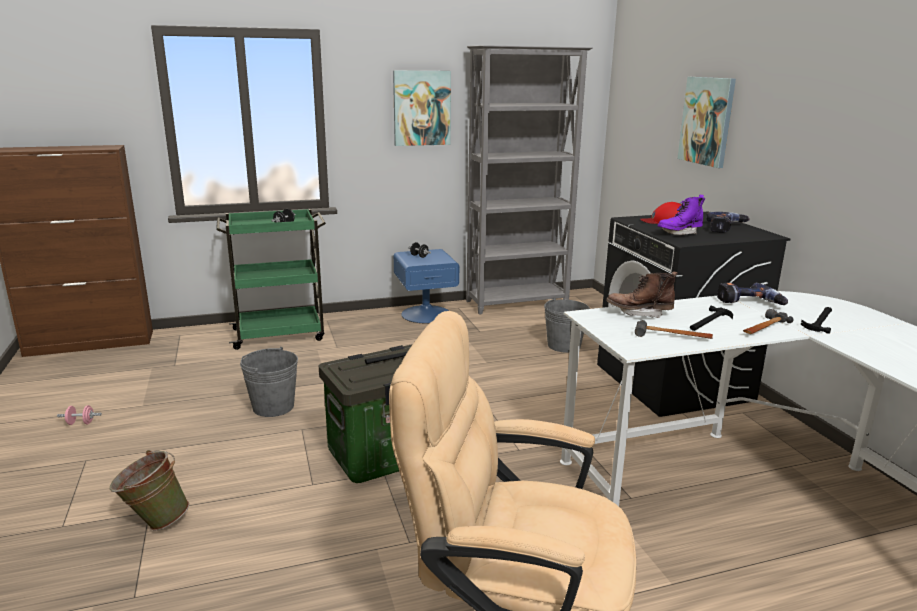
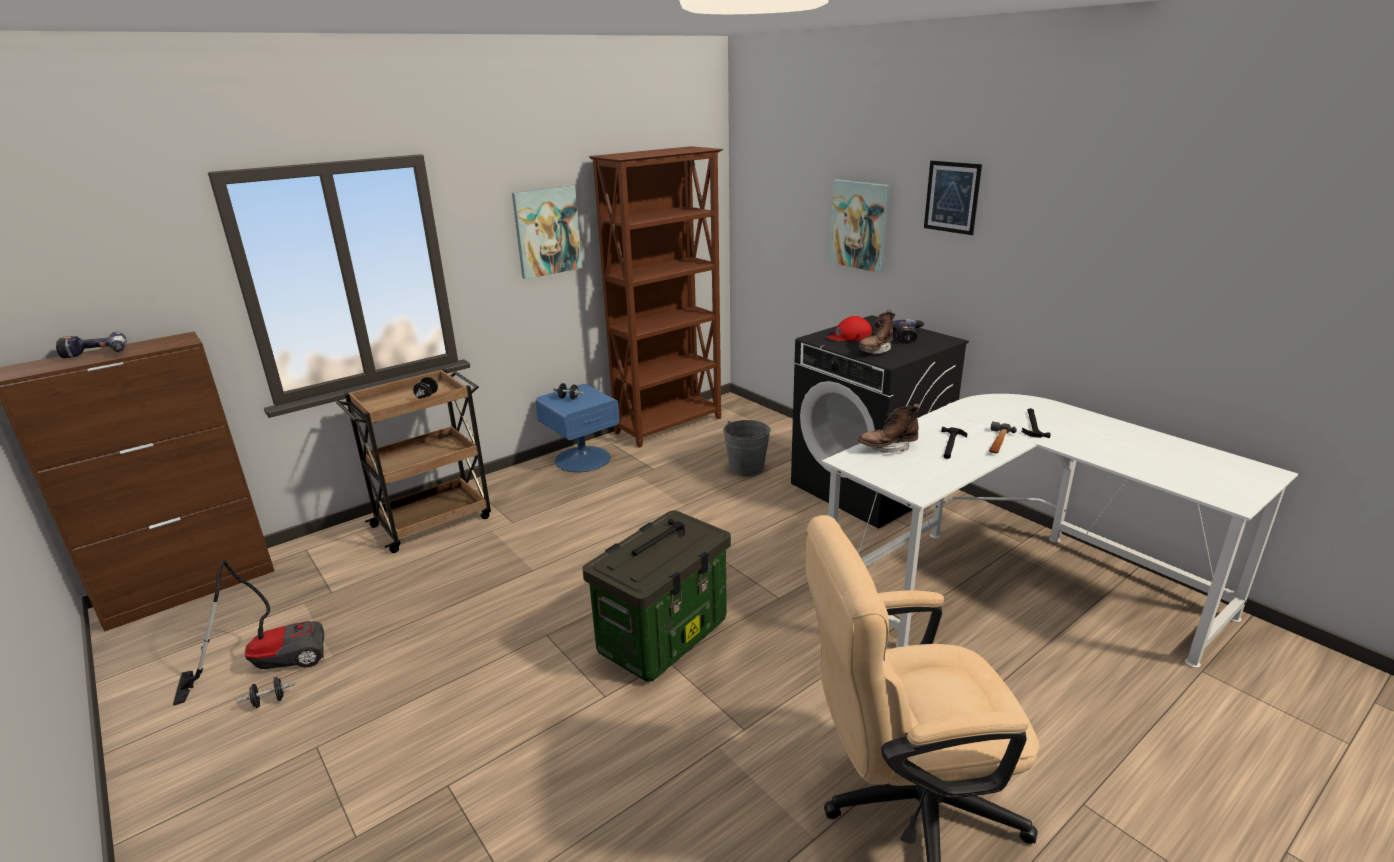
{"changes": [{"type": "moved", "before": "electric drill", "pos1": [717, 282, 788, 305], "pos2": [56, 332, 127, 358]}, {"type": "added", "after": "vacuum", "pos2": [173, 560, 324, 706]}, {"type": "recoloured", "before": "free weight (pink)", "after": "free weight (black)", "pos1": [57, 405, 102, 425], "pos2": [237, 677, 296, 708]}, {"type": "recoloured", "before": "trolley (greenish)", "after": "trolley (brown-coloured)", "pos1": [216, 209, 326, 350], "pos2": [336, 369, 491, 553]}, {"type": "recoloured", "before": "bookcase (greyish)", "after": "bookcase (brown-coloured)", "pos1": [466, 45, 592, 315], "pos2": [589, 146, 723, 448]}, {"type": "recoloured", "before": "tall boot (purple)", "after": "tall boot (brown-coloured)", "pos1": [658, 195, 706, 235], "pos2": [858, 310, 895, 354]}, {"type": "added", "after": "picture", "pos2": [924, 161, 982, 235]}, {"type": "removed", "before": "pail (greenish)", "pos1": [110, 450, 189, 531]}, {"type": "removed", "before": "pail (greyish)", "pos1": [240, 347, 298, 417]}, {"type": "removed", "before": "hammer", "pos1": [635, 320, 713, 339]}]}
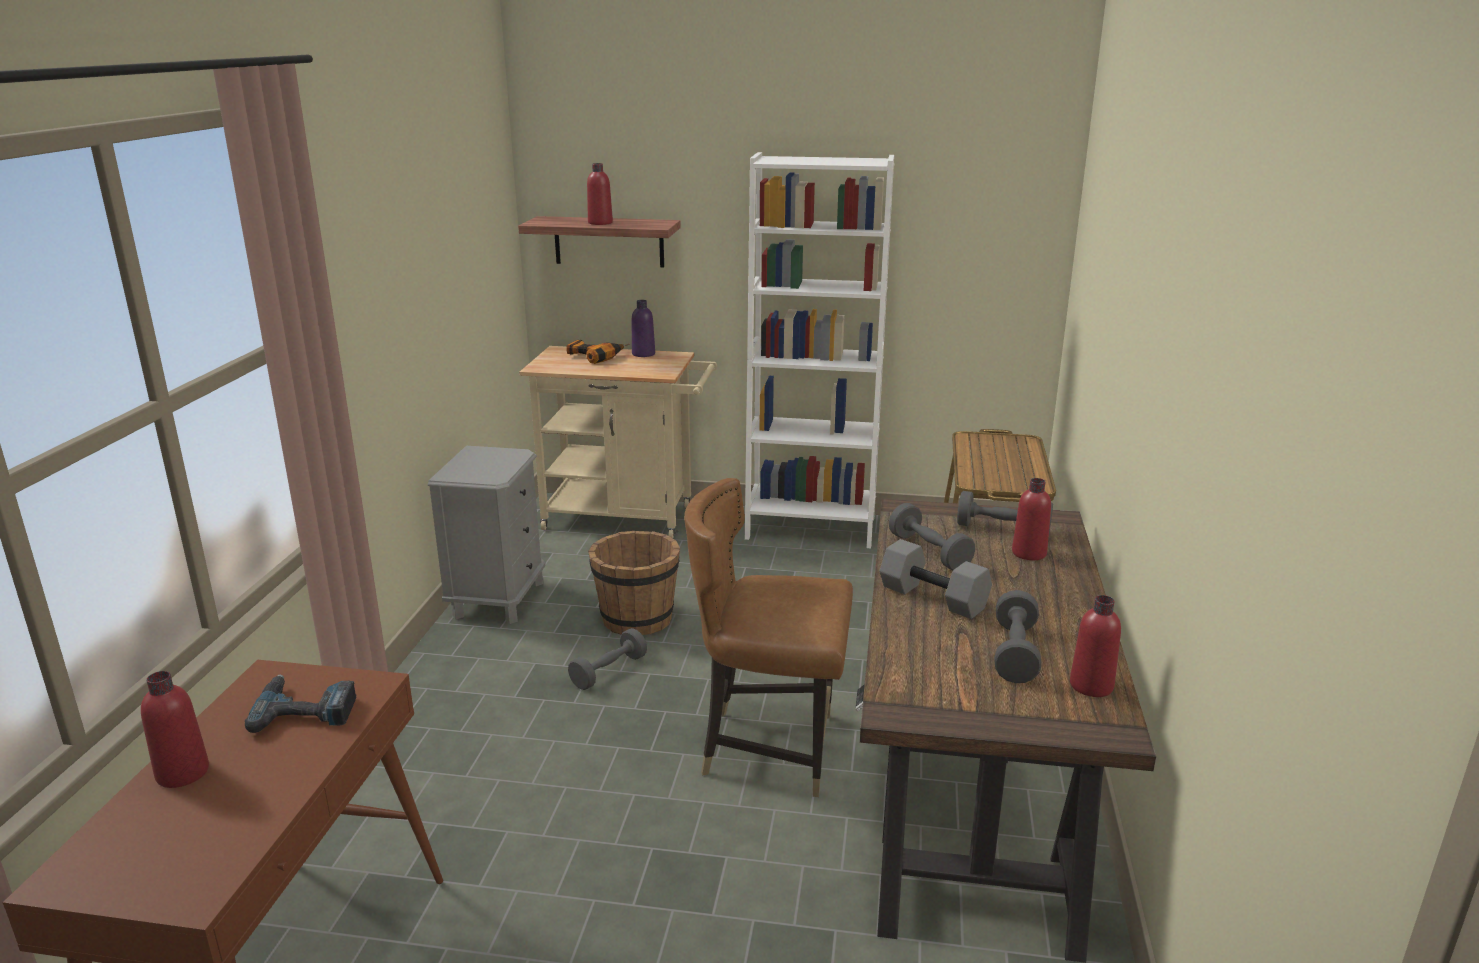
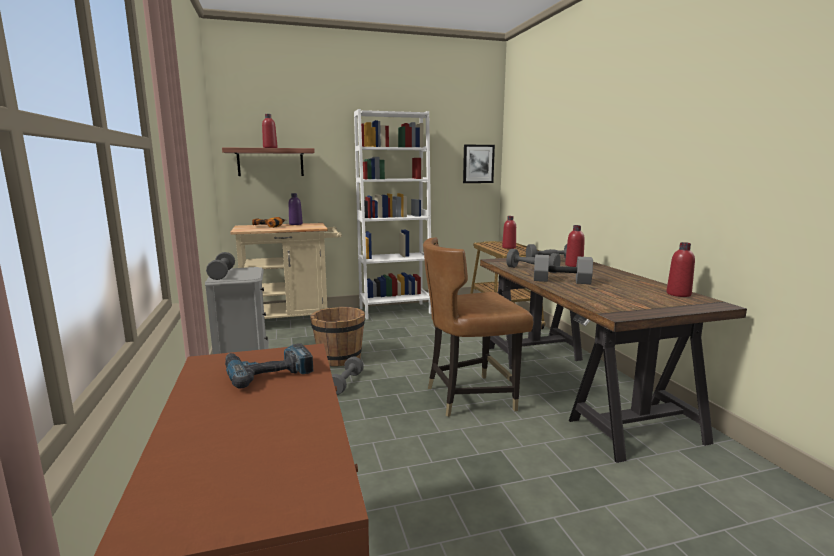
{"changes": [{"type": "moved", "before": "free weight (greyish)", "pos1": [994, 590, 1041, 683], "pos2": [206, 252, 235, 280]}, {"type": "added", "after": "picture", "pos2": [463, 145, 495, 183]}, {"type": "moved", "before": "drink bottle (reddish)", "pos1": [141, 671, 209, 788], "pos2": [502, 216, 516, 249]}]}
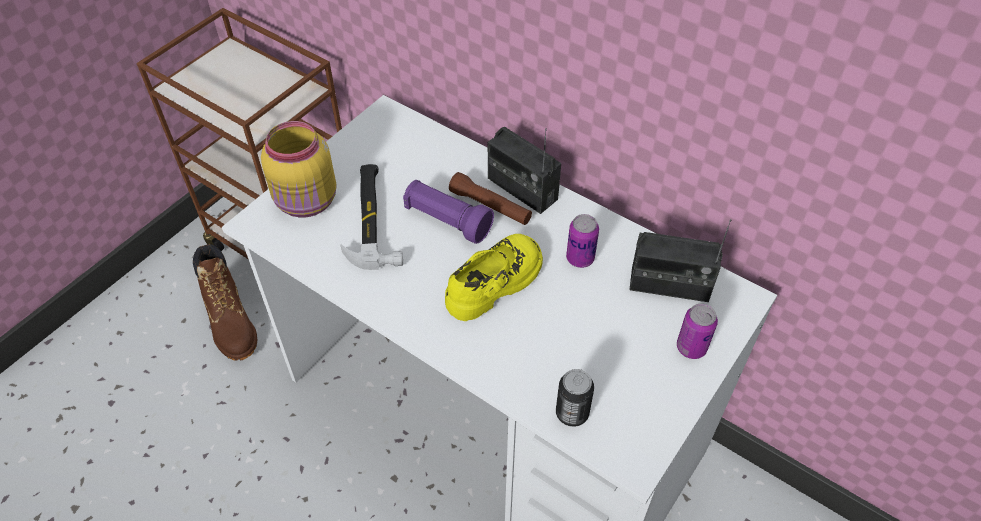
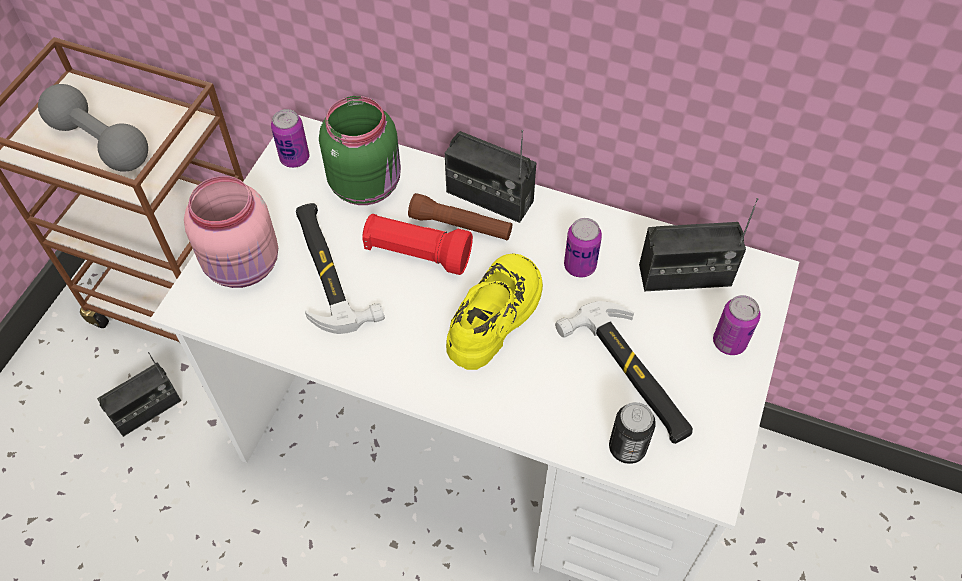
{"changes": [{"type": "added", "after": "free weight (greyish)", "pos2": [38, 84, 148, 172]}, {"type": "replaced", "before": "tall boot (brown-coloured)", "after": "radio receiver", "pos1": [193, 244, 257, 361], "pos2": [97, 352, 181, 437]}, {"type": "recoloured", "before": "preserve jar (yellow)", "after": "preserve jar (pink)", "pos1": [261, 121, 337, 217], "pos2": [184, 176, 278, 288]}, {"type": "added", "after": "metal can", "pos2": [271, 109, 309, 168]}, {"type": "added", "after": "preserve jar (greenish)", "pos2": [319, 96, 401, 205]}, {"type": "recoloured", "before": "flashlight (purple)", "after": "flashlight (reddish)", "pos1": [403, 180, 494, 244], "pos2": [362, 214, 473, 275]}, {"type": "added", "after": "hammer", "pos2": [555, 301, 693, 444]}]}
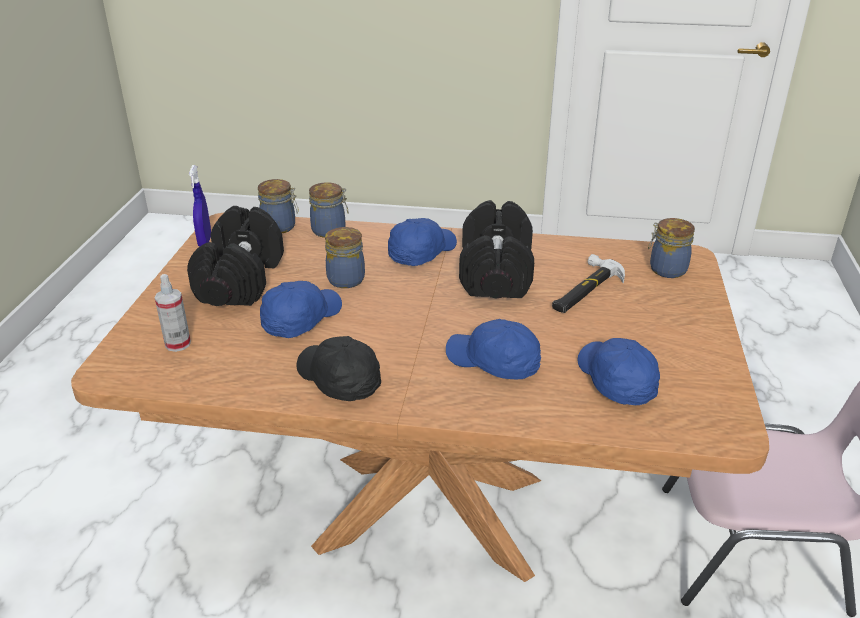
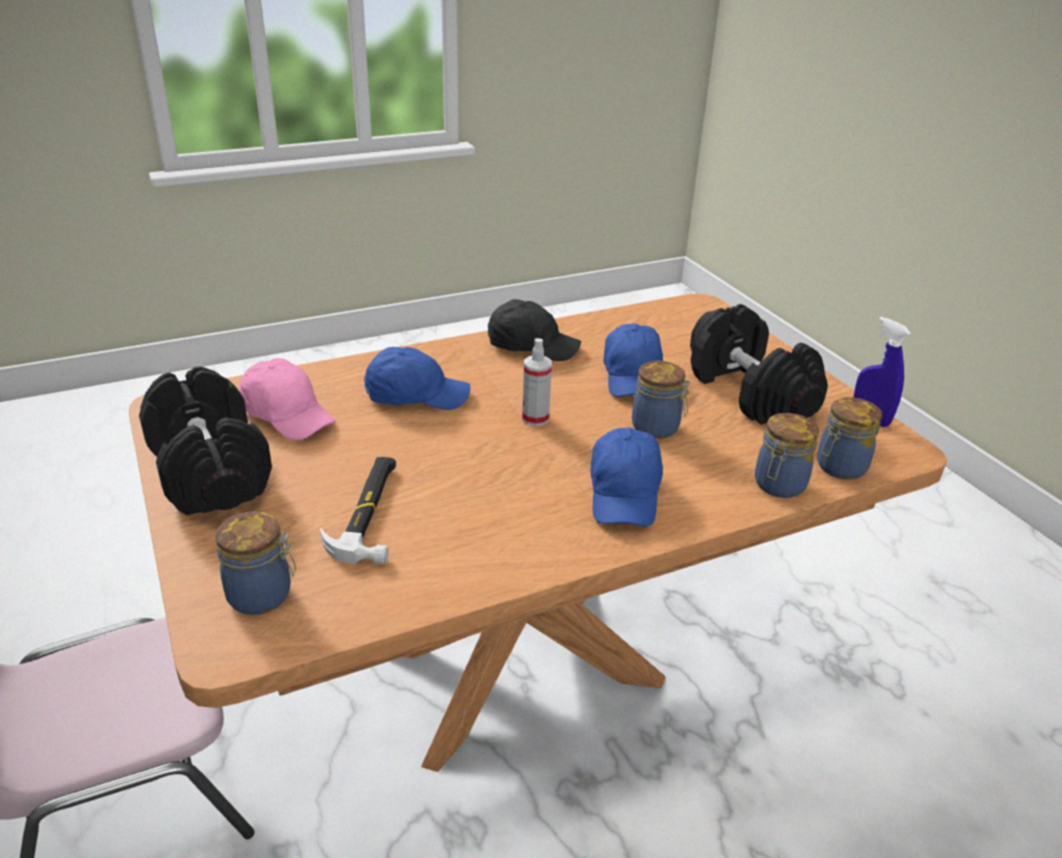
{"changes": [{"type": "moved", "before": "free weight (black)", "pos1": [459, 200, 534, 298], "pos2": [139, 366, 272, 515]}, {"type": "recoloured", "before": "baseball cap (blue-coloured)", "after": "baseball cap (pink)", "pos1": [577, 338, 660, 405], "pos2": [239, 358, 336, 441]}, {"type": "moved", "before": "hand sprayer", "pos1": [155, 274, 191, 352], "pos2": [522, 338, 552, 426]}]}
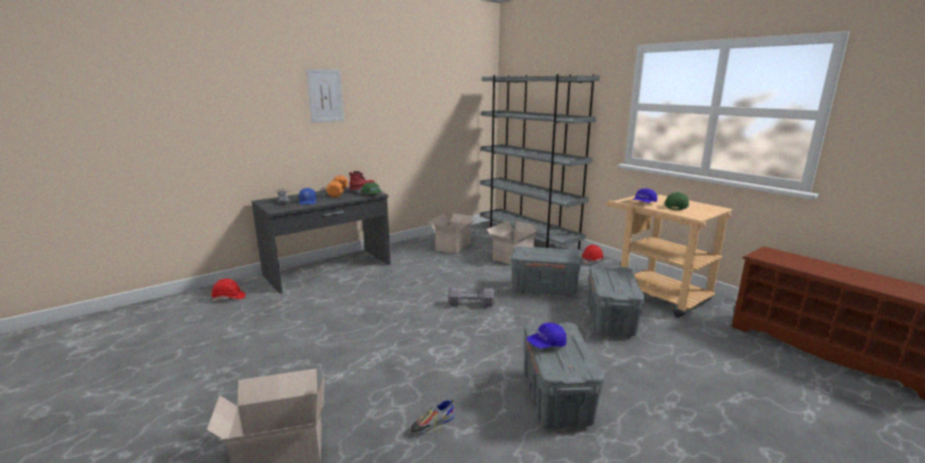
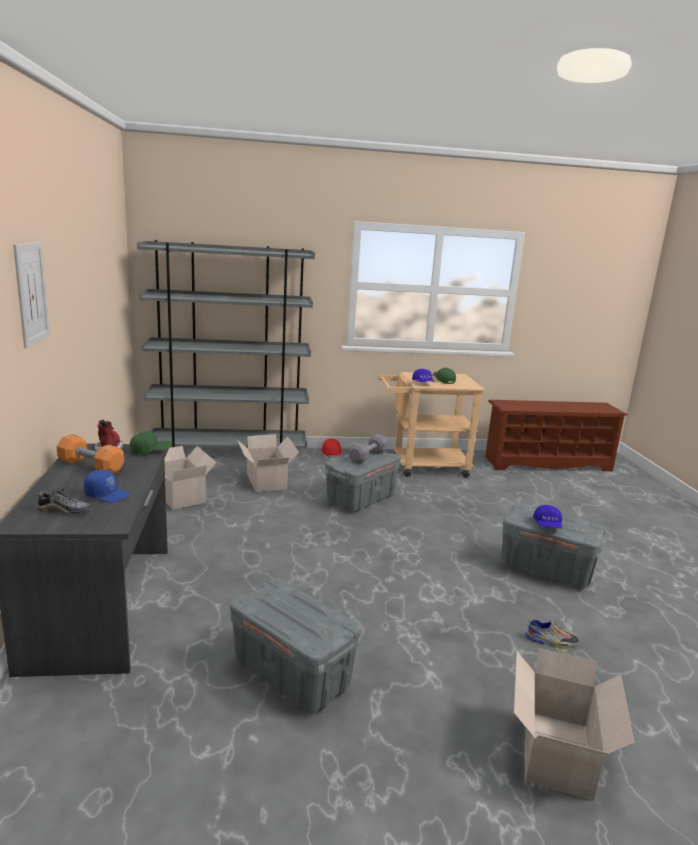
{"changes": [{"type": "moved", "before": "storage container (greyish)", "pos1": [588, 265, 645, 338], "pos2": [230, 578, 361, 713]}, {"type": "moved", "before": "free weight (greyish)", "pos1": [448, 287, 495, 307], "pos2": [349, 434, 388, 464]}, {"type": "turned", "before": "item of footwear", "pos1": [410, 399, 455, 435], "pos2": [526, 620, 579, 652], "turn": -75}, {"type": "removed", "before": "safety helmet (reddish)", "pos1": [211, 279, 245, 301]}]}
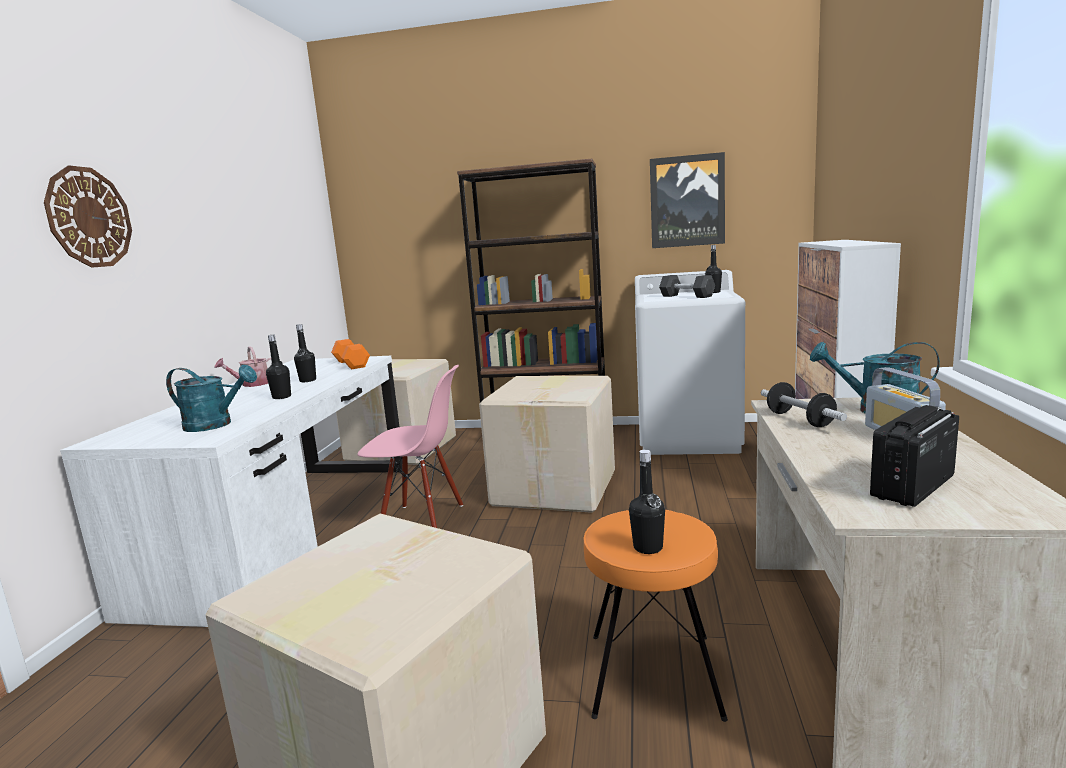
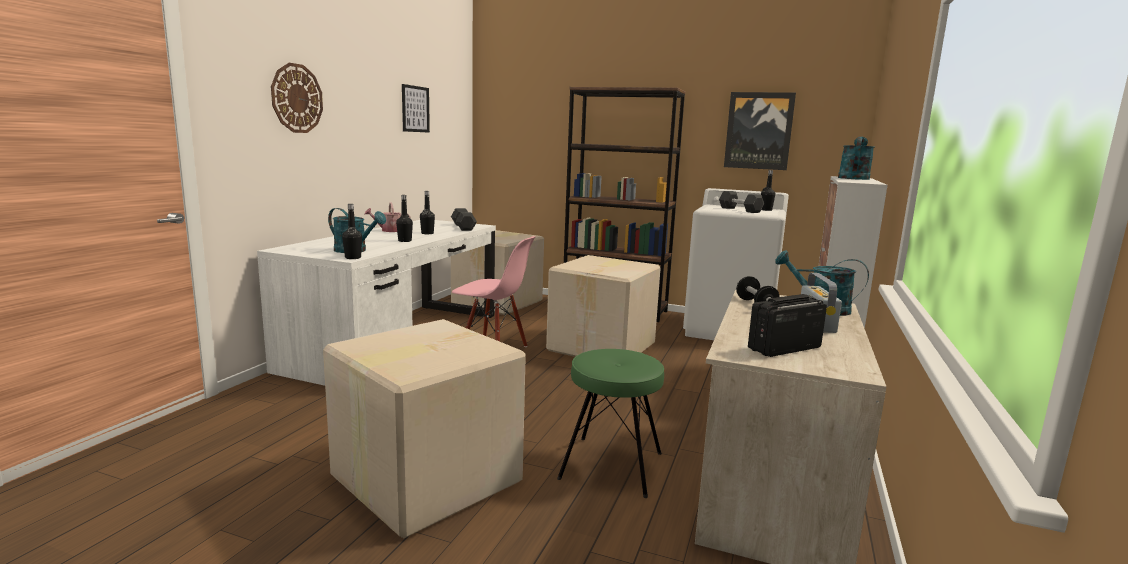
{"changes": [{"type": "moved", "before": "drink bottle (black)", "pos1": [629, 450, 665, 554], "pos2": [342, 204, 362, 259]}, {"type": "added", "after": "picture", "pos2": [402, 84, 430, 133]}, {"type": "recoloured", "before": "free weight (orange)", "after": "free weight (greyish)", "pos1": [331, 339, 370, 369], "pos2": [451, 208, 477, 231]}, {"type": "recoloured", "before": "sitting stool (orange)", "after": "sitting stool (greenish)", "pos1": [583, 510, 728, 722], "pos2": [557, 349, 664, 498]}, {"type": "added", "after": "watering can (turquoise-coloured)", "pos2": [838, 136, 875, 180]}]}
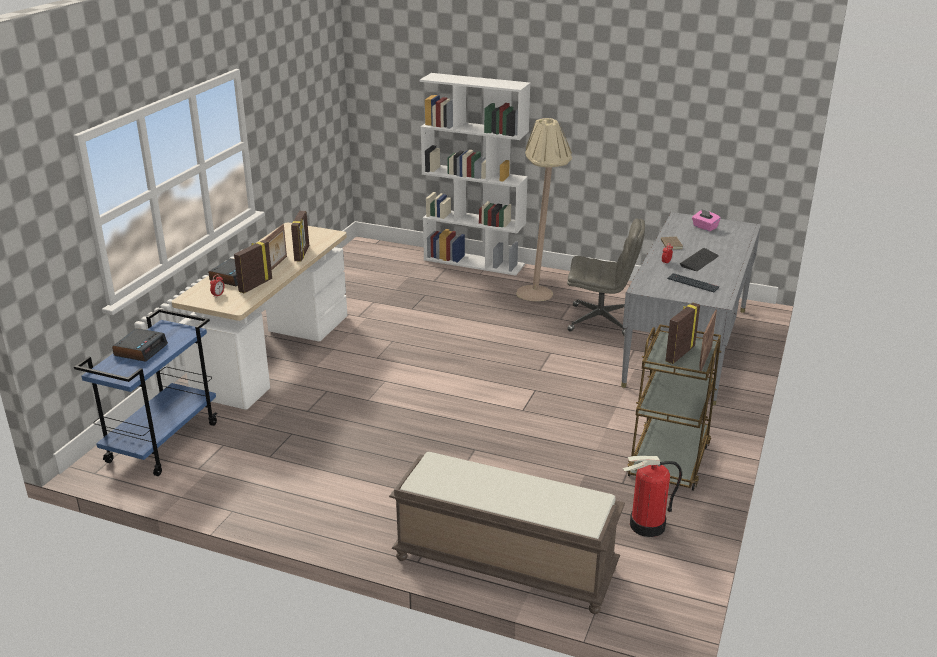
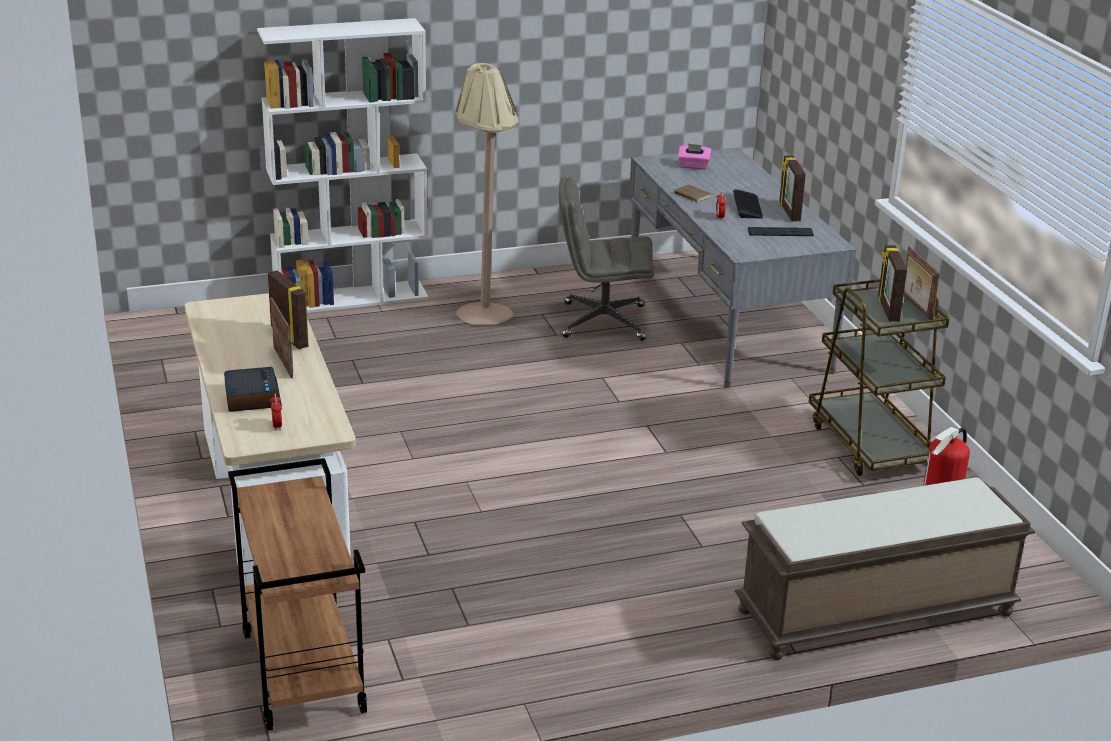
{"changes": [{"type": "recoloured", "before": "trolley (blue-coloured)", "after": "trolley (brown-coloured)", "pos1": [74, 308, 217, 476], "pos2": [228, 458, 367, 731]}, {"type": "turned", "before": "desk chair (greyish)", "pos1": [567, 218, 645, 336], "pos2": [559, 177, 654, 341], "turn": -150}, {"type": "moved", "before": "picture frame", "pos1": [234, 240, 272, 293], "pos2": [779, 155, 806, 221]}, {"type": "removed", "before": "alarm clock", "pos1": [112, 328, 168, 362]}]}
